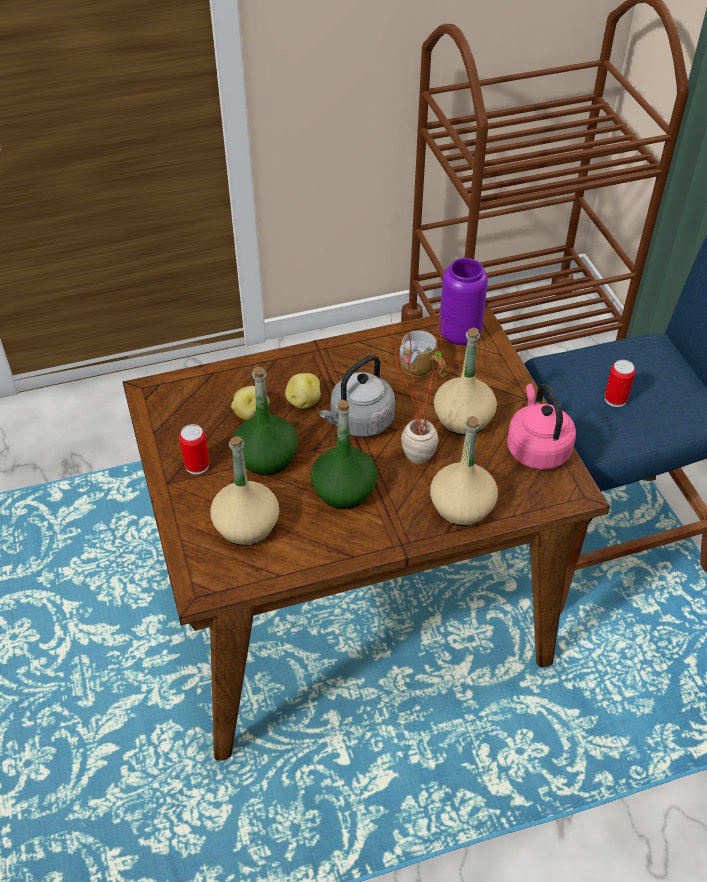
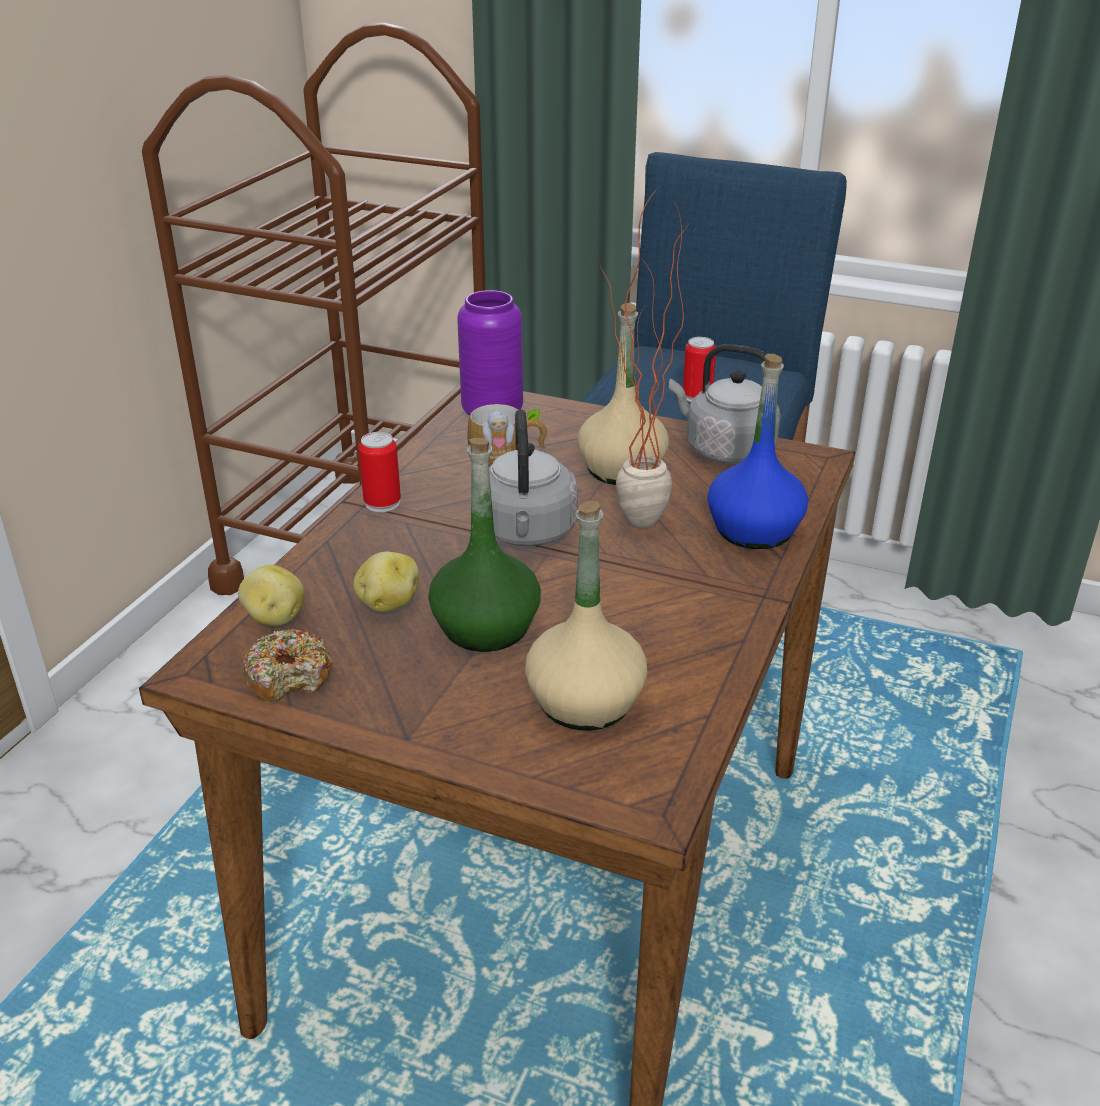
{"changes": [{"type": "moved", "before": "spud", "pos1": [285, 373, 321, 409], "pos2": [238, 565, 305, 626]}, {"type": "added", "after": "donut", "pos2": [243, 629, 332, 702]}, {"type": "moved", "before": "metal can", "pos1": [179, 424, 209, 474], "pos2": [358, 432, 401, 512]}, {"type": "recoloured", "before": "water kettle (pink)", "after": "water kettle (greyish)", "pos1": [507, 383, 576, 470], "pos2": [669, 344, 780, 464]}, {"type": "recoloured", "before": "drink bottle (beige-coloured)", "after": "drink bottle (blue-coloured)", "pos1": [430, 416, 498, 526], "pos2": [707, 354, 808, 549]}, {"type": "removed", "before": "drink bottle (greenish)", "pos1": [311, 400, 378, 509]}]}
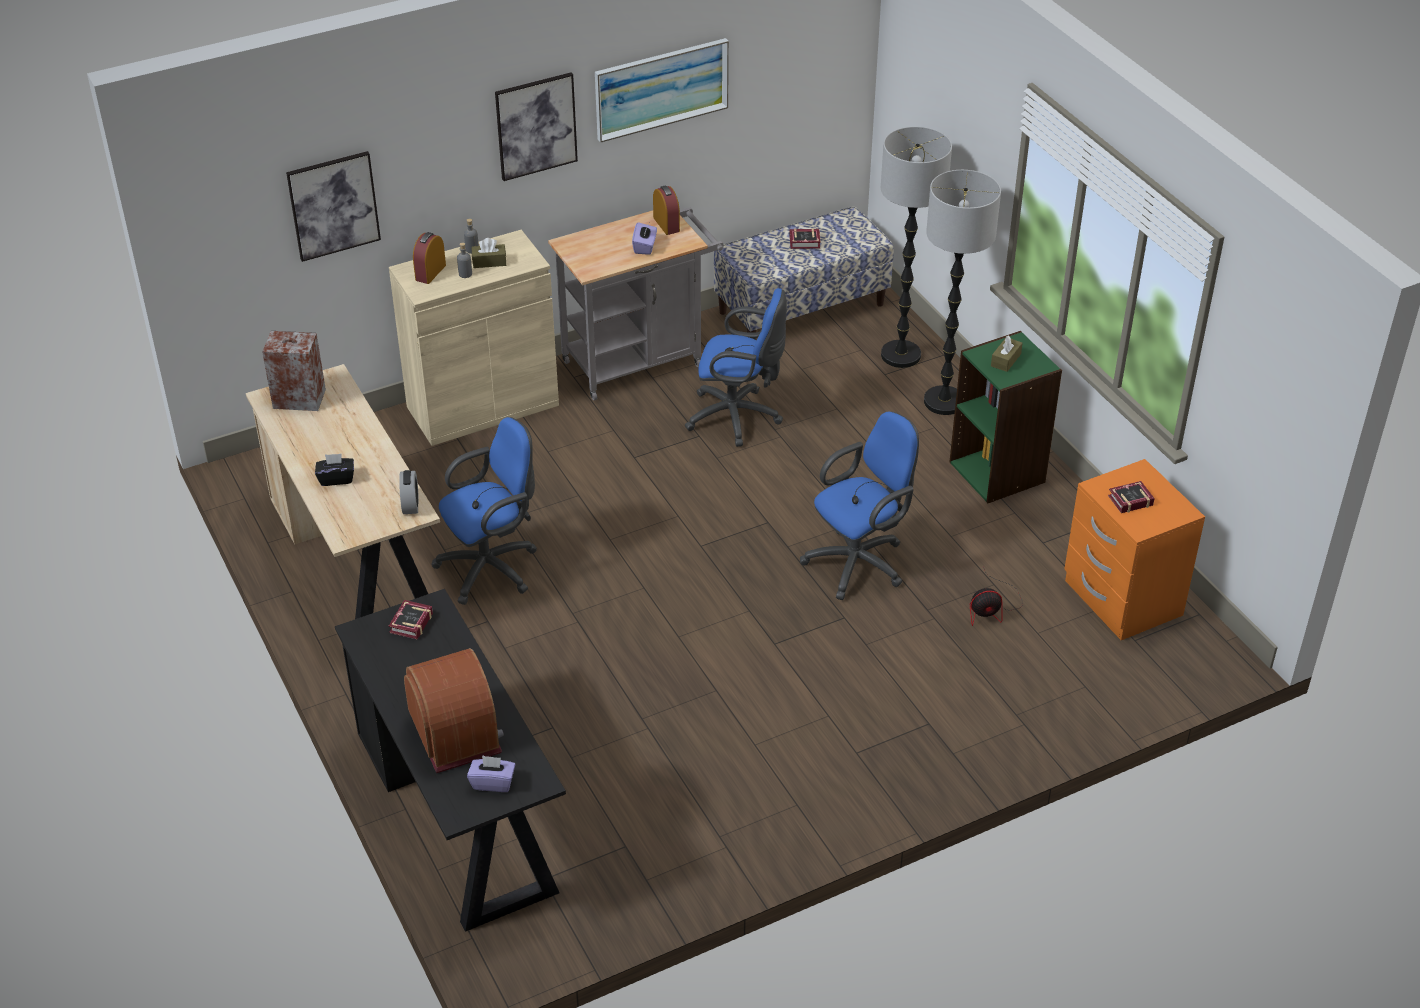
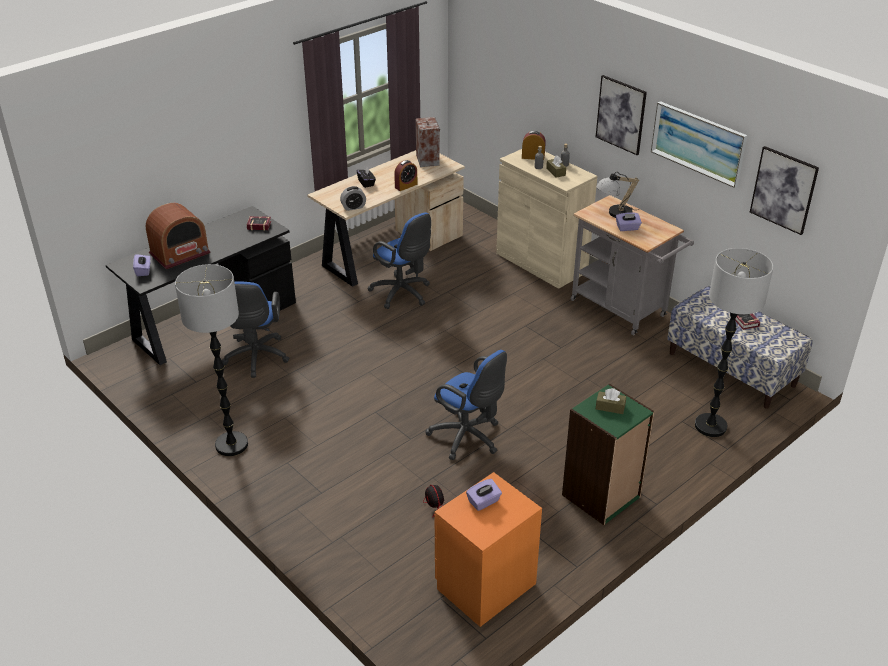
{"changes": [{"type": "moved", "before": "standard lamp", "pos1": [924, 170, 1001, 415], "pos2": [175, 264, 248, 456]}, {"type": "moved", "before": "desk chair (blue-coloured)", "pos1": [685, 288, 787, 447], "pos2": [222, 281, 290, 378]}, {"type": "moved", "before": "alarm clock", "pos1": [653, 186, 680, 235], "pos2": [394, 160, 418, 191]}, {"type": "replaced", "before": "bound book", "after": "tissue box (purple)", "pos1": [1108, 481, 1155, 513], "pos2": [466, 479, 502, 511]}, {"type": "added", "after": "table lamp", "pos2": [596, 172, 639, 218]}, {"type": "moved", "before": "picture", "pos1": [286, 151, 381, 262], "pos2": [750, 146, 819, 235]}]}
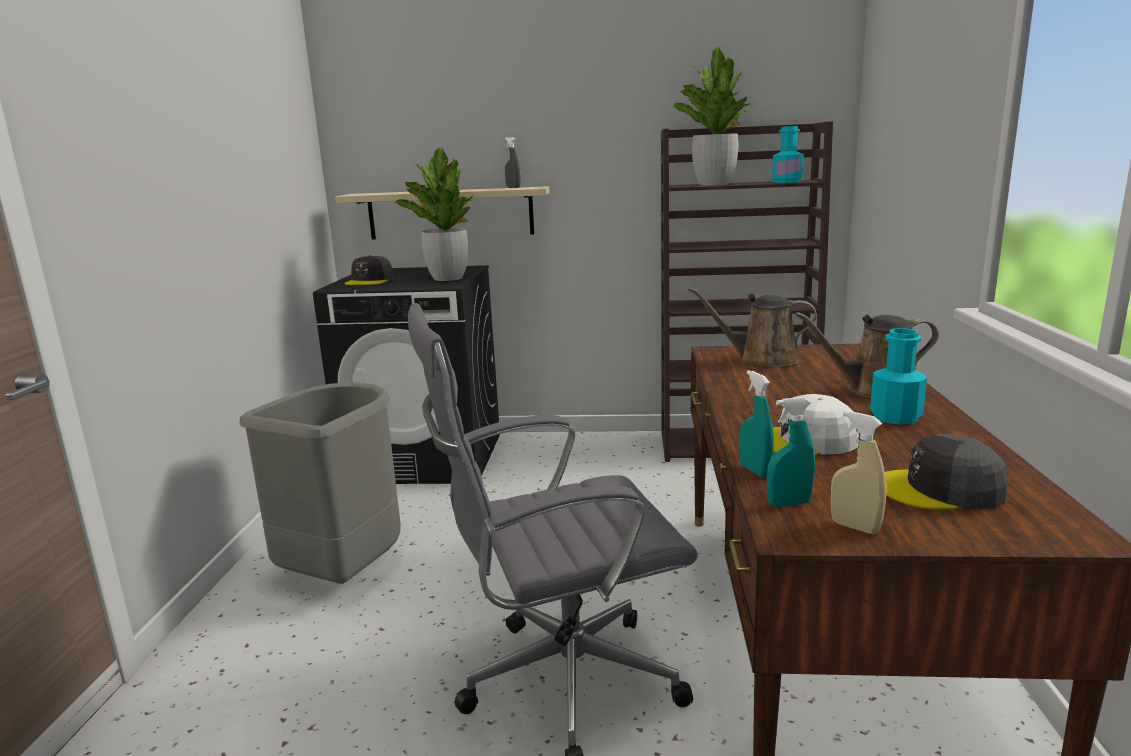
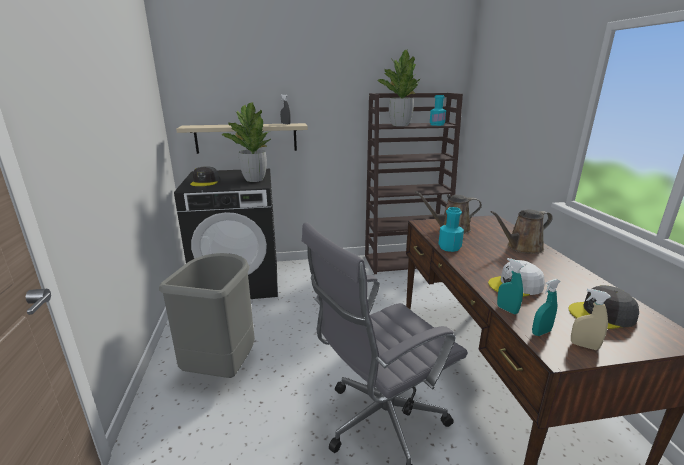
{"changes": [{"type": "moved", "before": "drink bottle (turquoise-coloured)", "pos1": [870, 328, 927, 425], "pos2": [438, 207, 464, 252]}]}
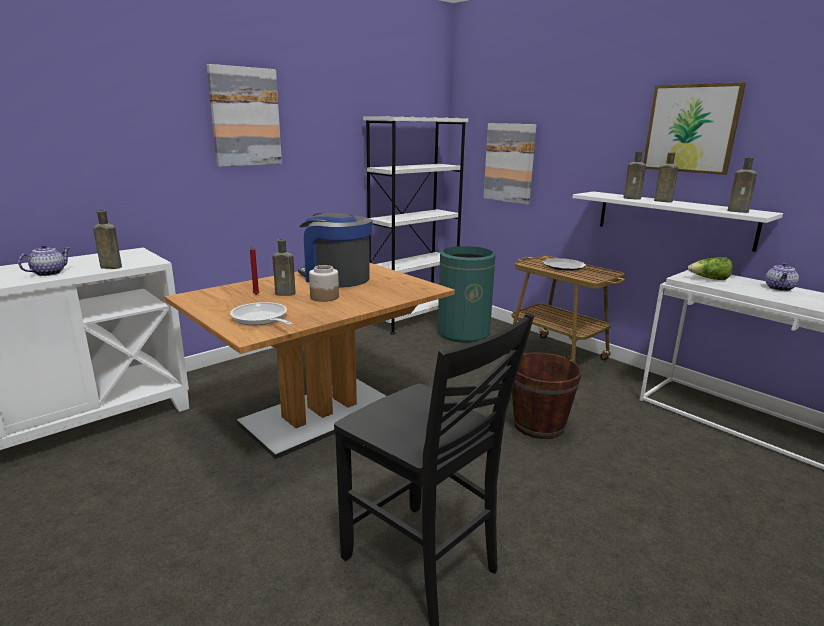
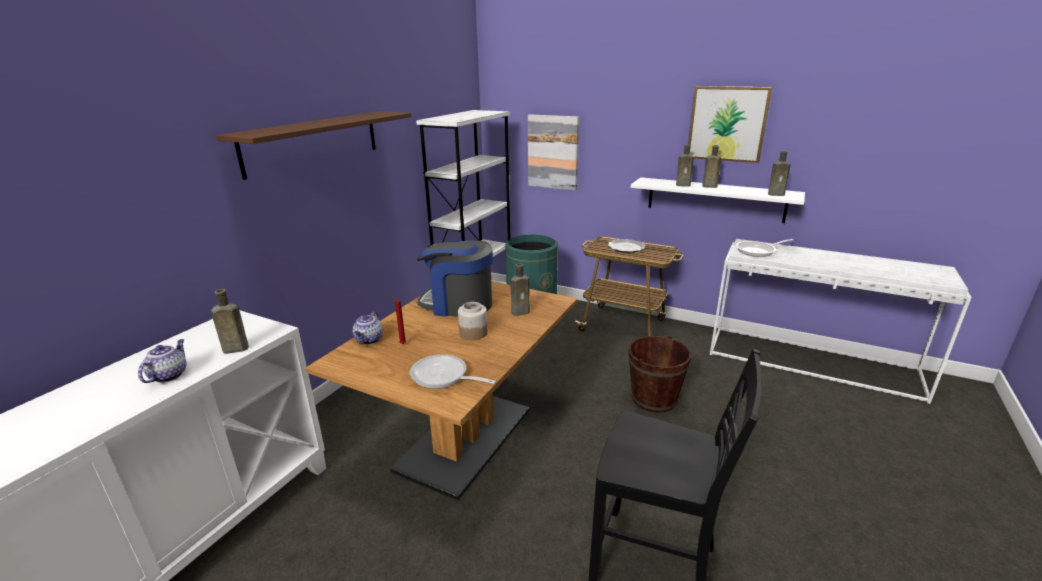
{"changes": [{"type": "replaced", "before": "picture", "after": "shelf (brown-coloured)", "pos1": [207, 64, 282, 167], "pos2": [216, 111, 411, 180]}, {"type": "moved", "before": "tea pot", "pos1": [765, 263, 799, 291], "pos2": [353, 311, 383, 345]}, {"type": "moved", "before": "drink bottle (brown-coloured)", "pos1": [272, 239, 296, 296], "pos2": [510, 263, 530, 316]}, {"type": "replaced", "before": "lettuce head", "after": "frying pan", "pos1": [688, 257, 732, 280], "pos2": [736, 239, 794, 257]}]}
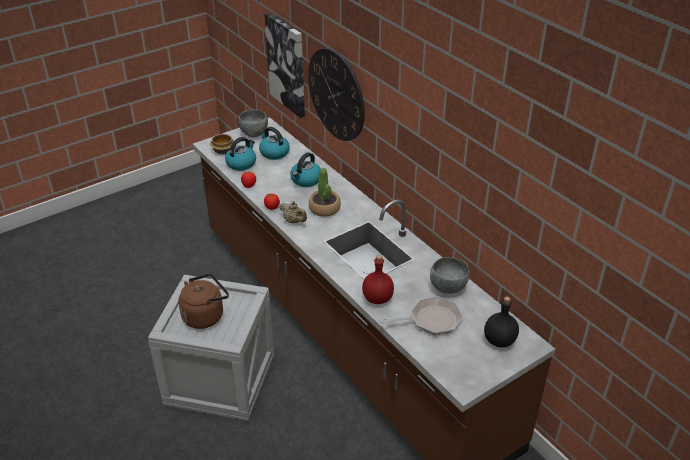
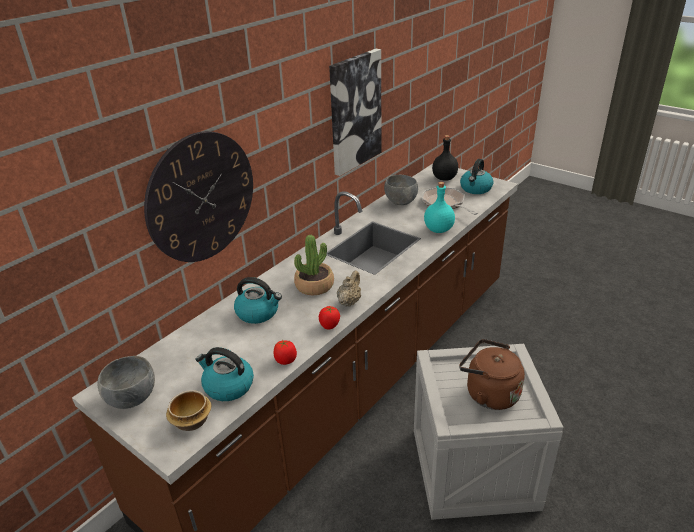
{"changes": [{"type": "moved", "before": "picture", "pos1": [264, 12, 305, 118], "pos2": [329, 49, 381, 176]}, {"type": "recoloured", "before": "drink bottle (reddish)", "after": "drink bottle (turquoise-coloured)", "pos1": [362, 255, 394, 304], "pos2": [424, 182, 455, 233]}, {"type": "moved", "before": "water kettle", "pos1": [259, 127, 290, 160], "pos2": [460, 159, 493, 194]}]}
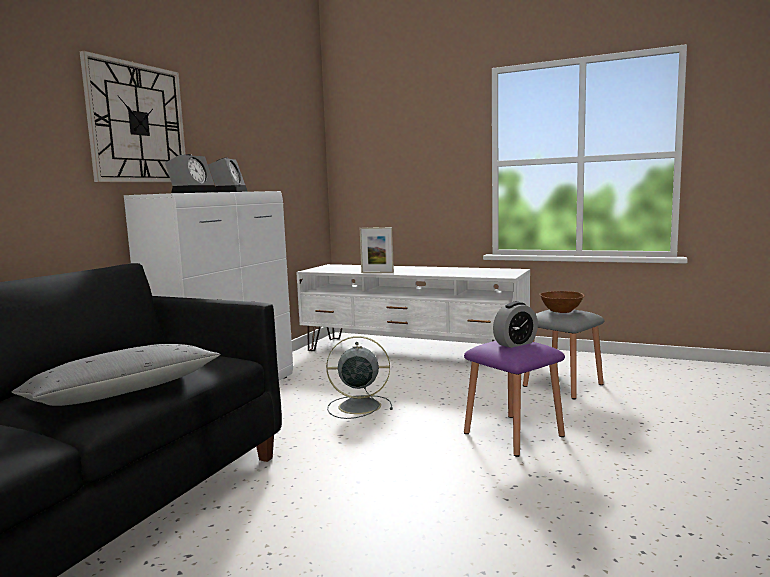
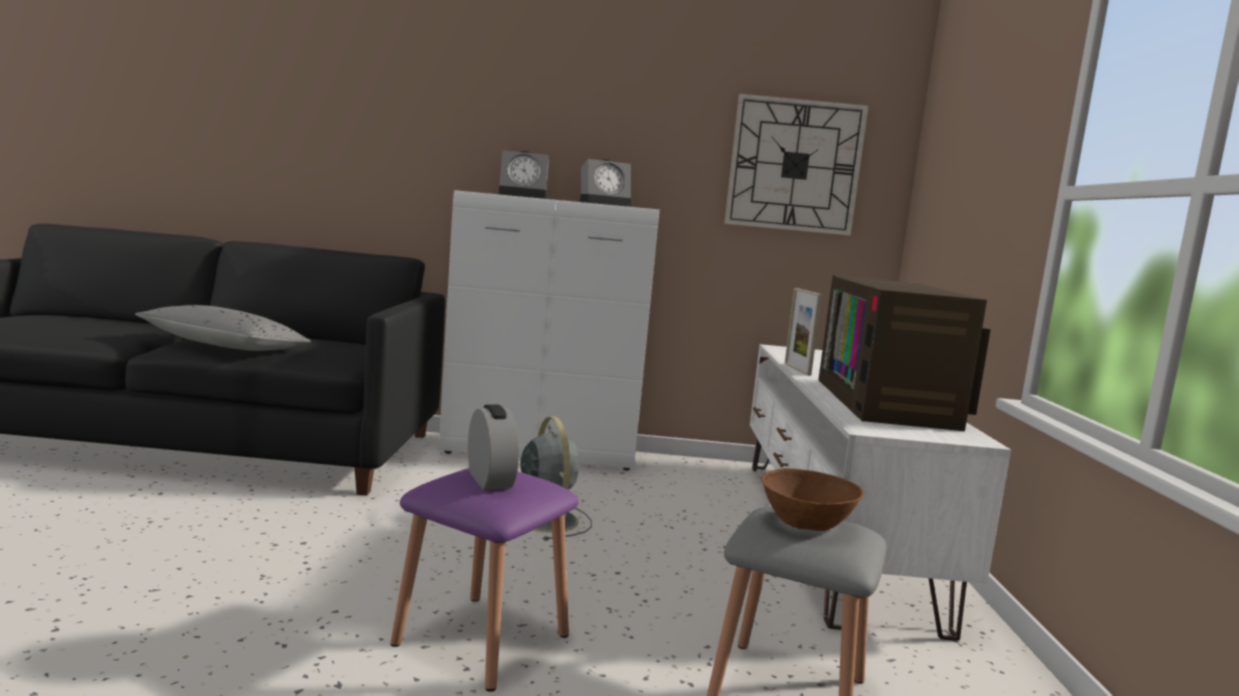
{"changes": [{"type": "turned", "before": "alarm clock", "pos1": [493, 302, 538, 348], "pos2": [468, 404, 519, 490], "turn": -150}, {"type": "moved", "before": "hanging clock", "pos1": [80, 51, 186, 182], "pos2": [724, 94, 869, 236]}, {"type": "added", "after": "television", "pos2": [818, 275, 991, 431]}]}
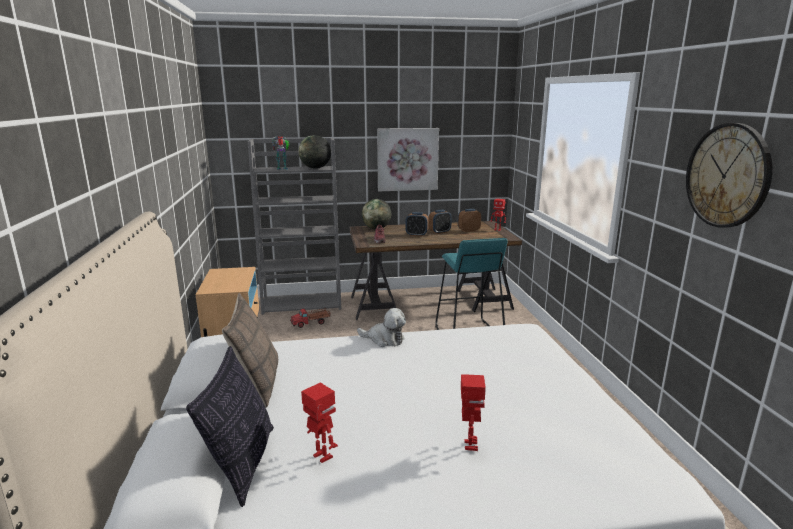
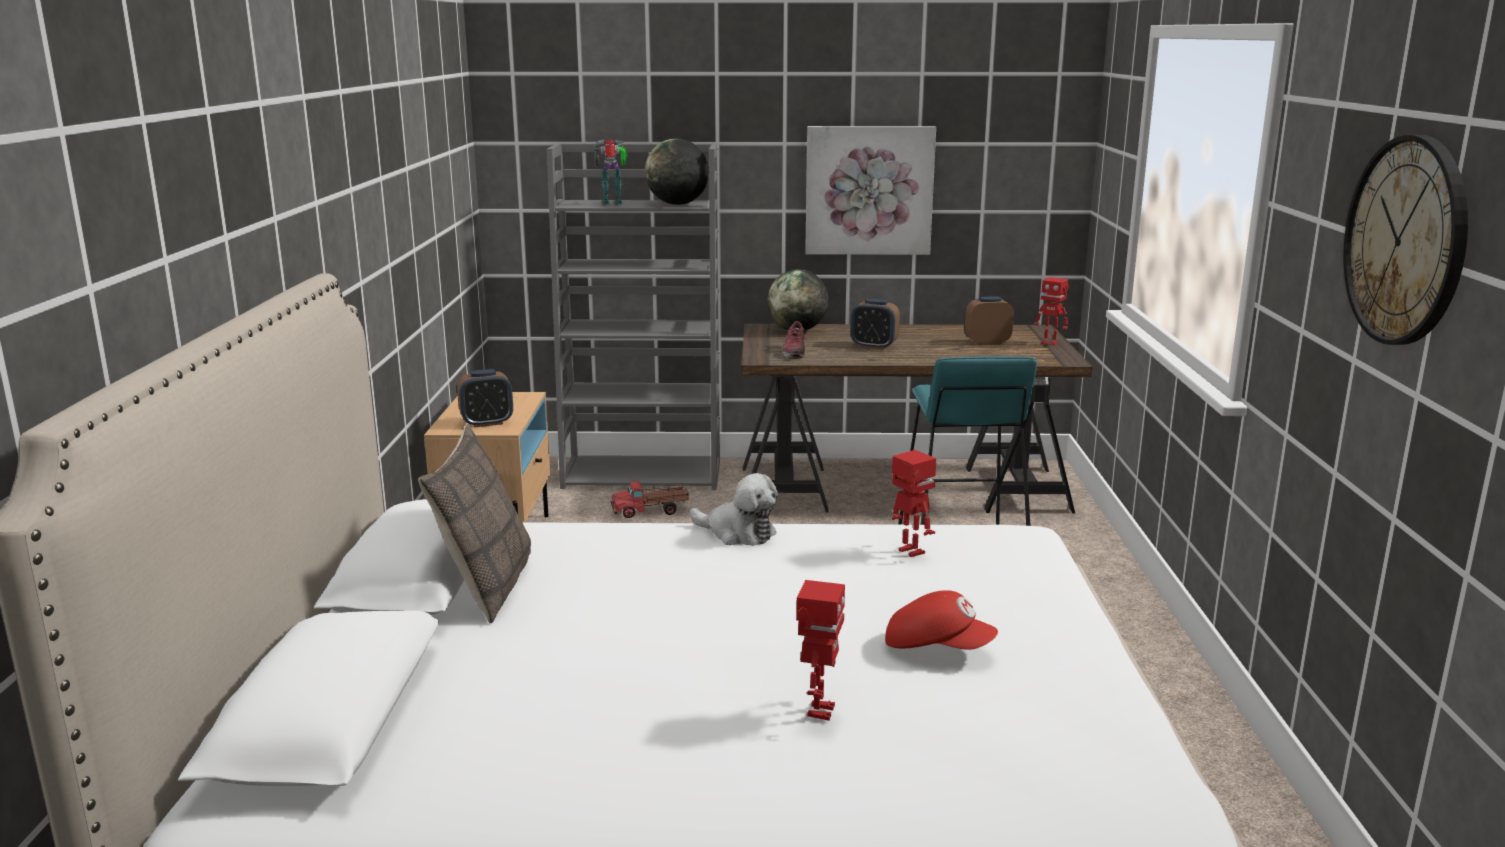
{"changes": [{"type": "moved", "before": "alarm clock", "pos1": [429, 210, 452, 234], "pos2": [457, 369, 513, 427]}, {"type": "added", "after": "baseball cap (reddish)", "pos2": [885, 590, 998, 650]}, {"type": "moved", "before": "toy robot", "pos1": [301, 382, 338, 463], "pos2": [892, 450, 936, 557]}, {"type": "removed", "before": "throw pillow", "pos1": [186, 346, 274, 507]}]}
